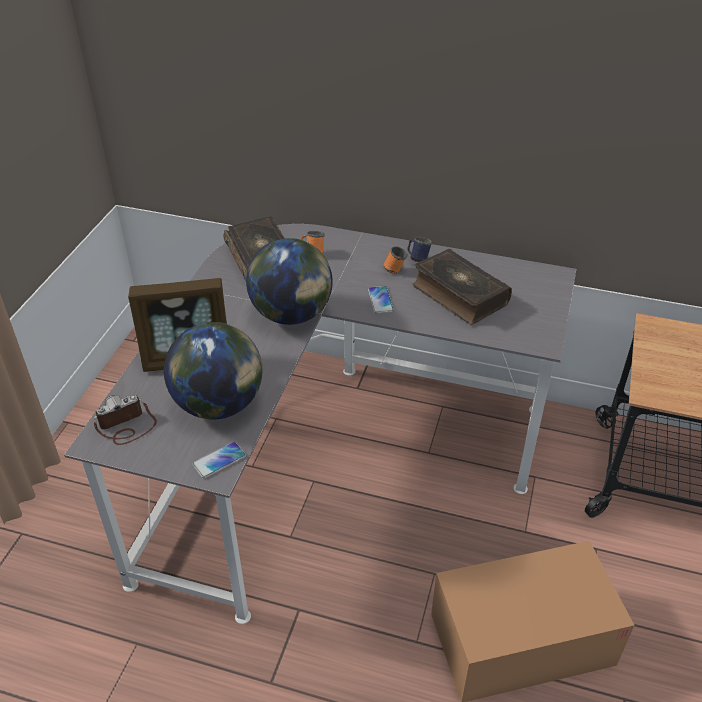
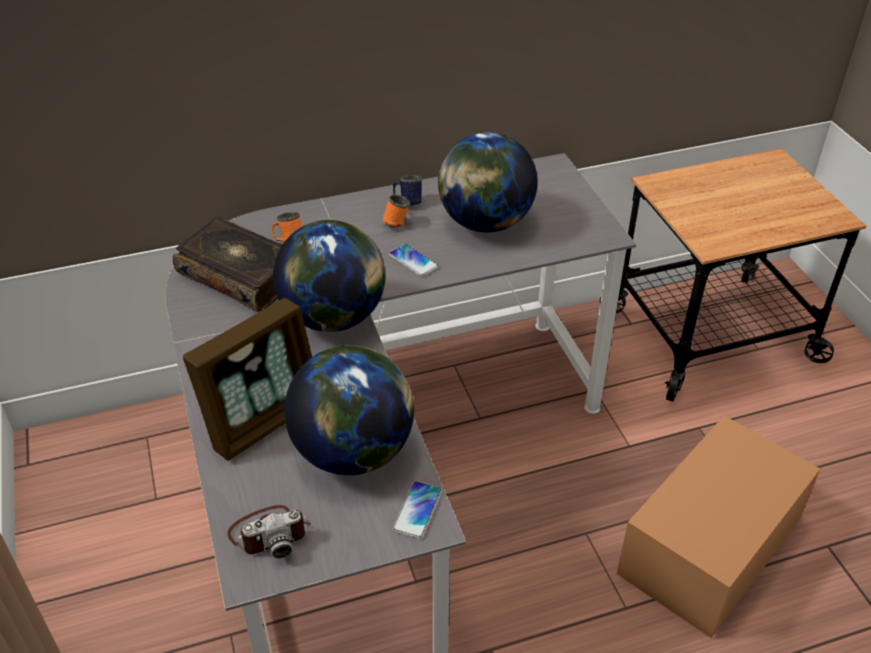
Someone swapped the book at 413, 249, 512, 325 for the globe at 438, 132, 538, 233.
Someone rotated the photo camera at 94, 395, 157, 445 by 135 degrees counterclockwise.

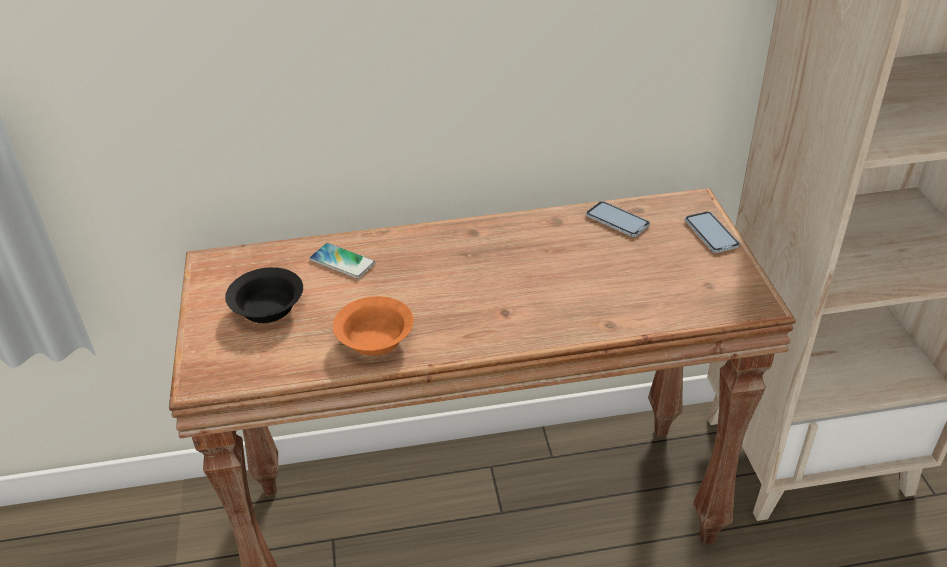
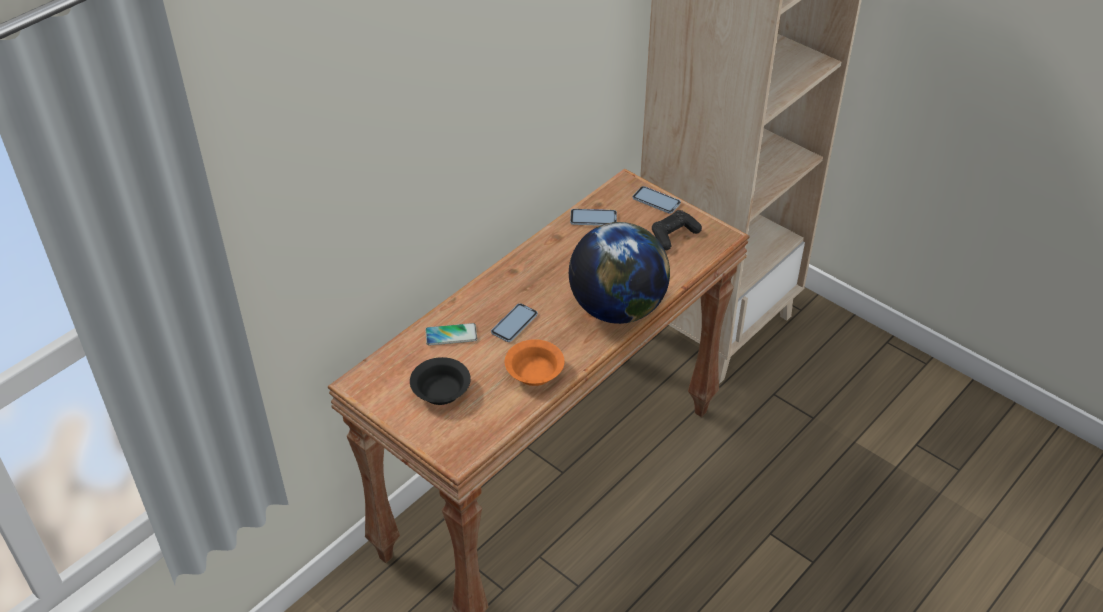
Someone put down the phone at 491, 303, 538, 342.
Someone put down the globe at 569, 222, 670, 324.
Someone put down the game controller (black) at 652, 210, 702, 251.

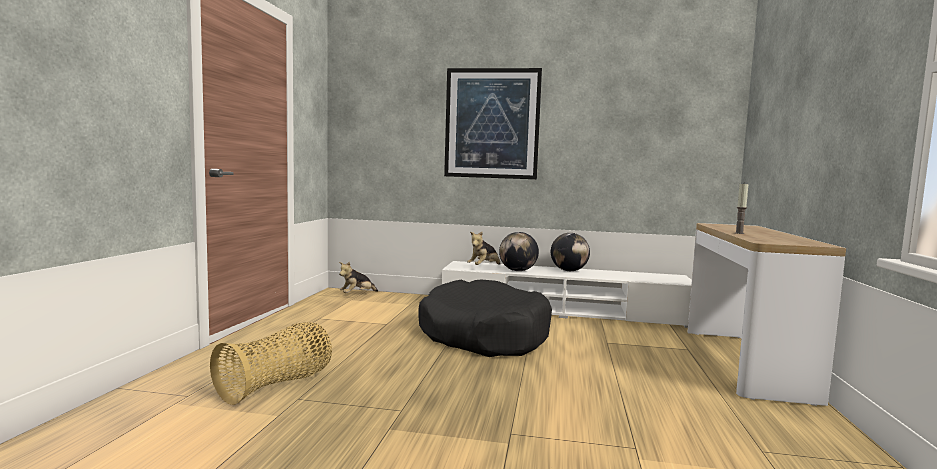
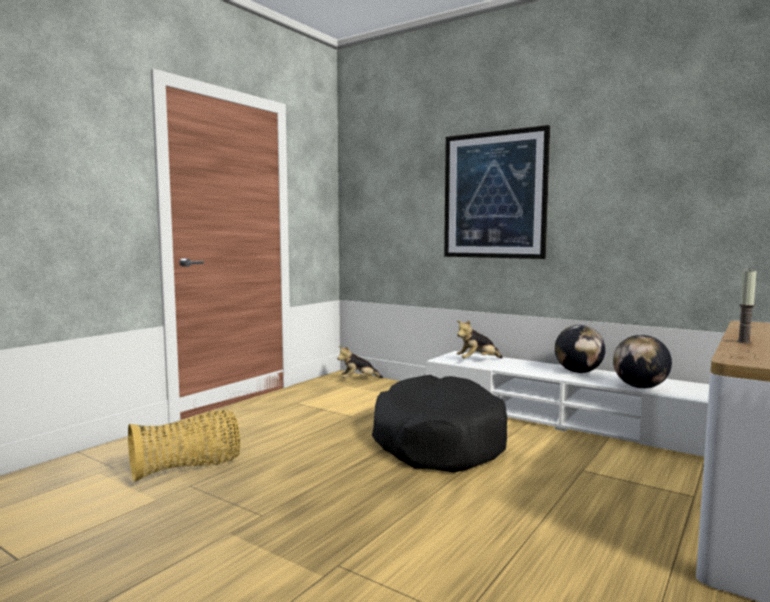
Someone carried the globe from 499, 232, 539, 271 to 613, 335, 672, 388.

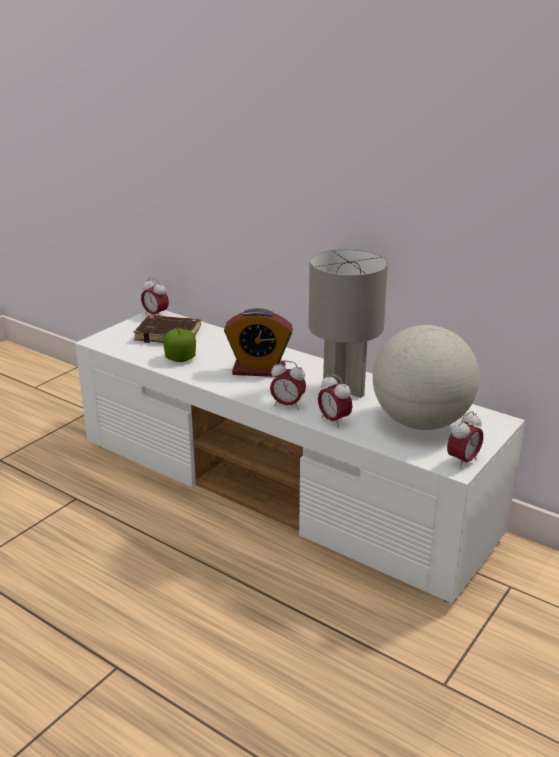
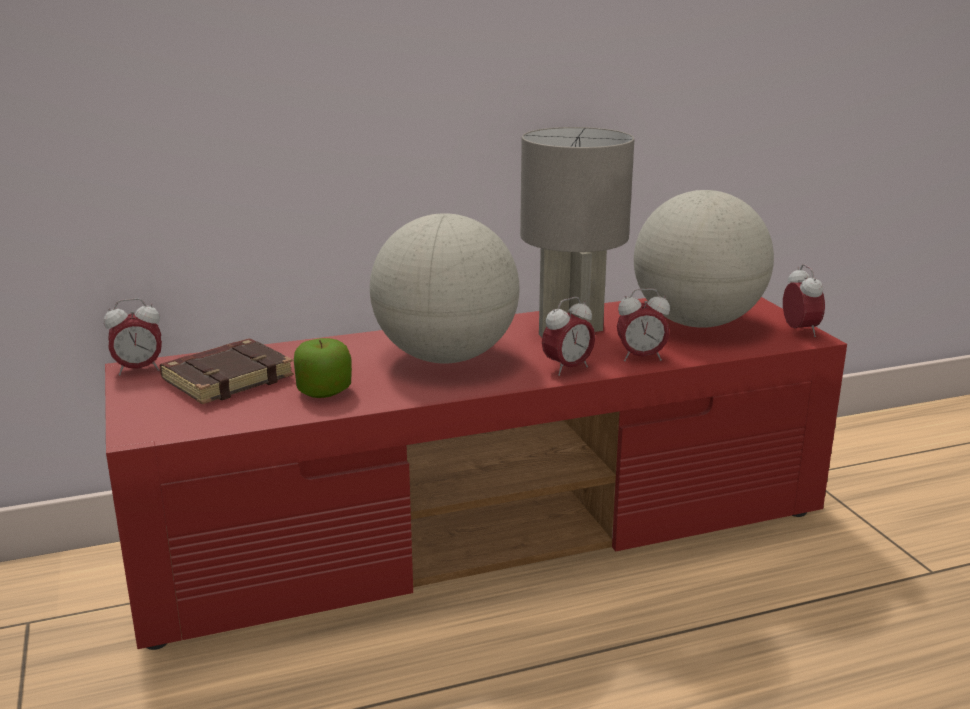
Someone swapped the alarm clock at 224, 308, 293, 377 for the globe at 370, 213, 520, 364.
Someone repainted the tv stand (white) at 75, 310, 525, 603, which became the tv stand (red) at 105, 297, 847, 650.

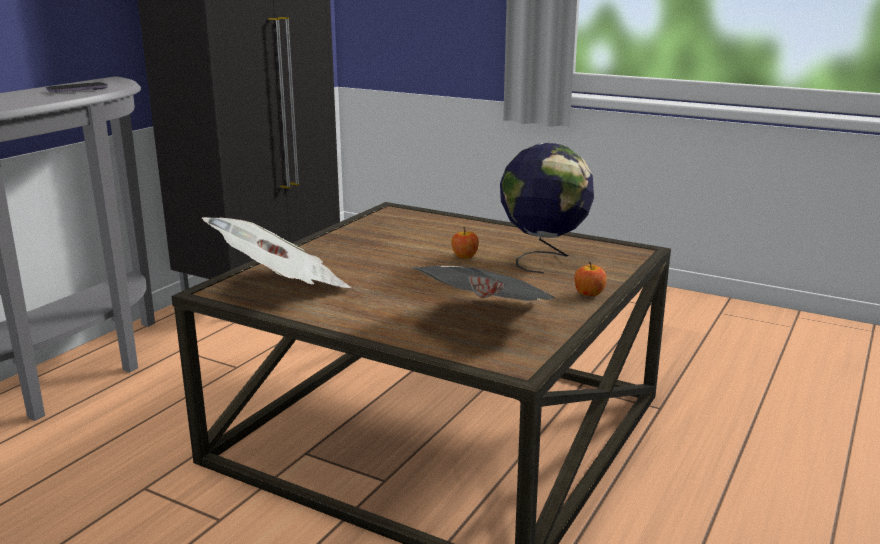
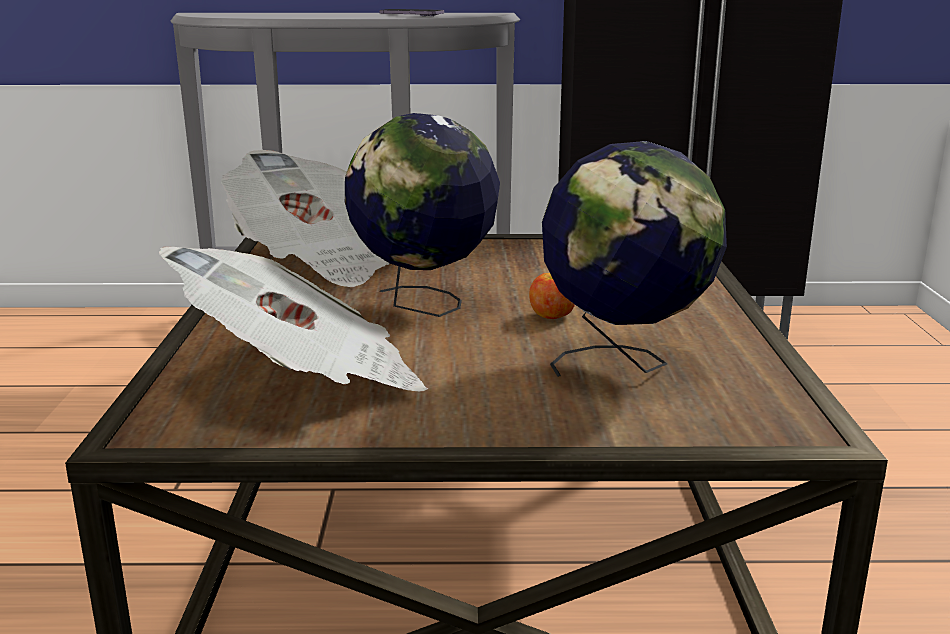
Someone took away the apple at 574, 261, 607, 296.
Someone put down the globe at 345, 113, 500, 317.

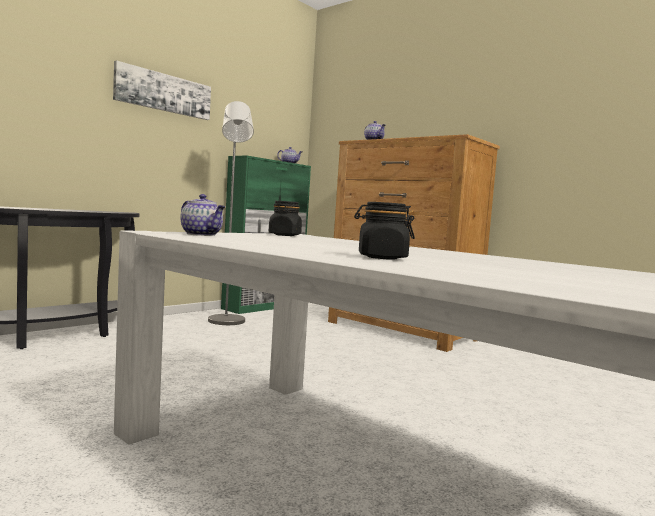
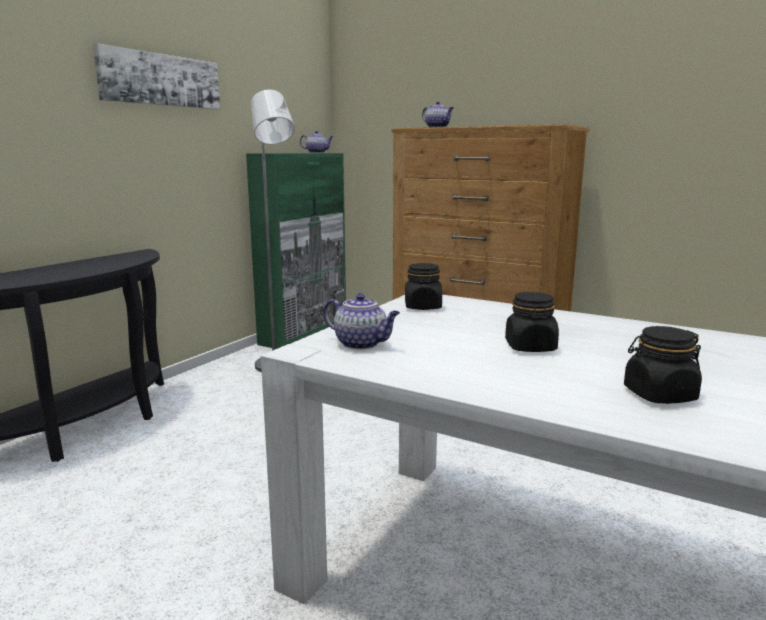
Someone put down the jar (black) at 505, 292, 559, 352.

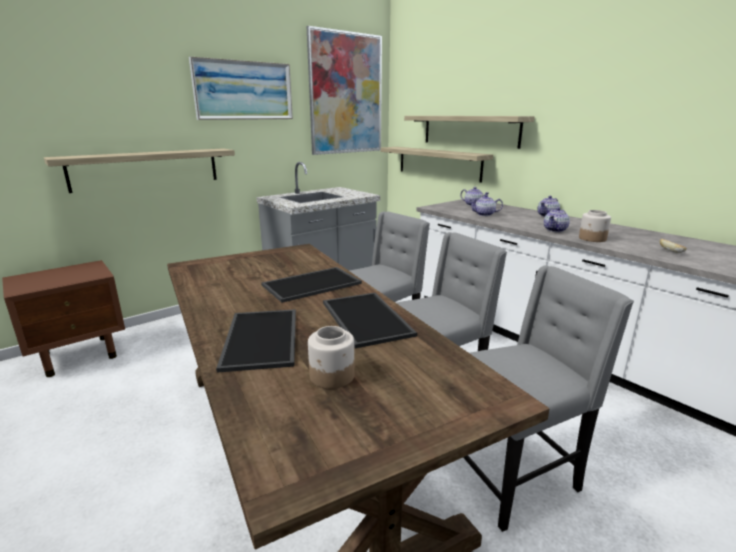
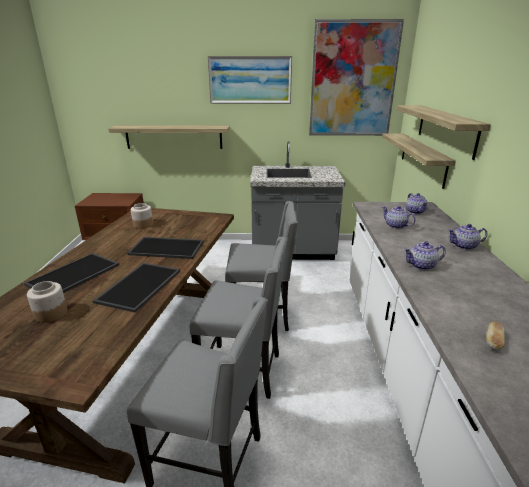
Someone carried the jar from 579, 210, 611, 242 to 131, 203, 153, 229.

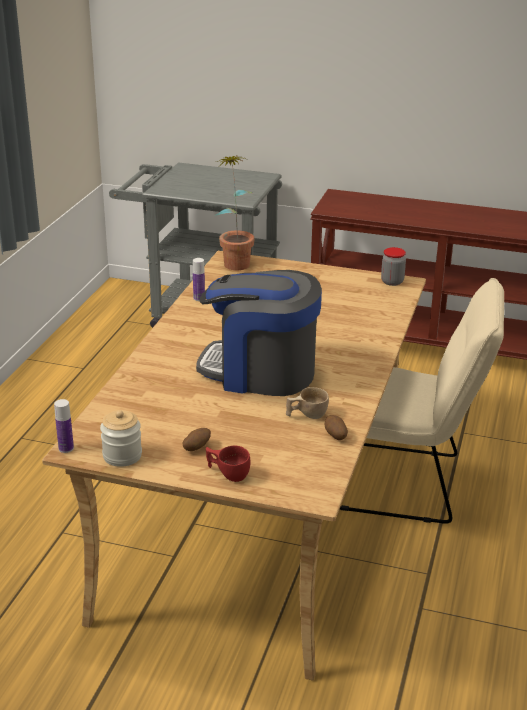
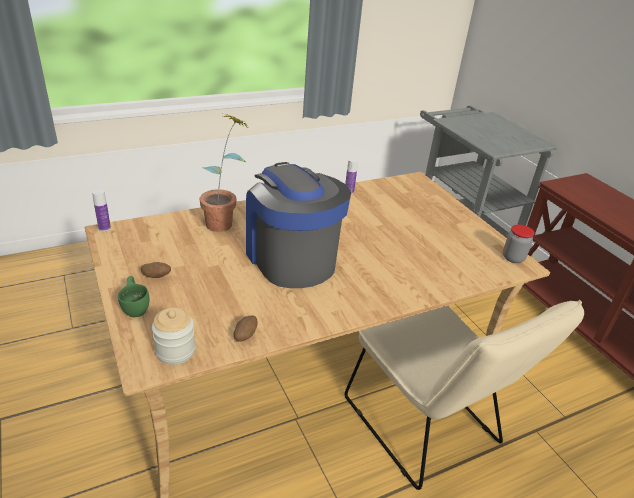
Someone took away the cup (beige) at 286, 387, 329, 419.
Someone carried the jar from 100, 410, 142, 467 to 152, 307, 195, 365.
Someone carried the potted plant from 216, 155, 255, 270 to 199, 114, 248, 232.
Someone repainted the cup (red) at 206, 446, 250, 482, which became the cup (green) at 118, 276, 150, 317.

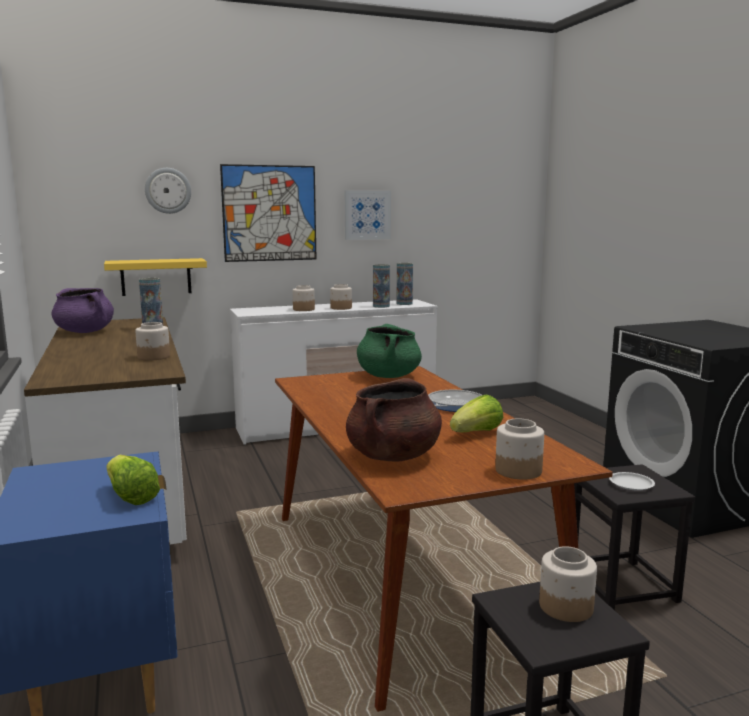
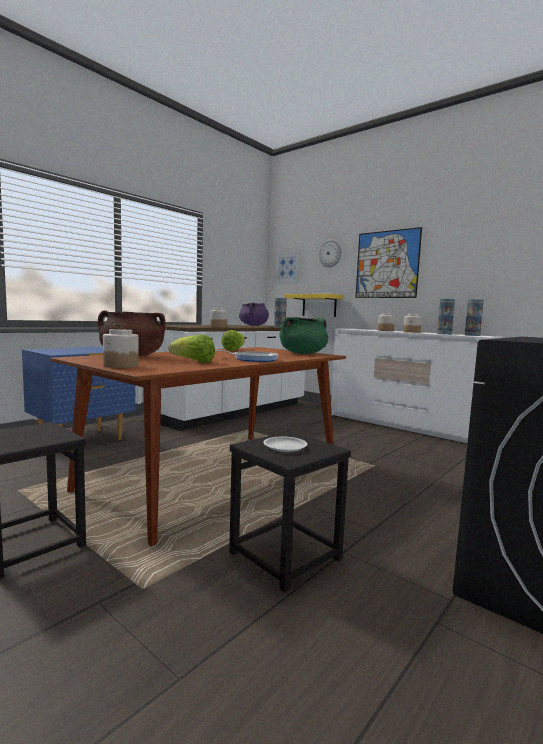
Someone took away the jar at 539, 546, 597, 622.
Someone carried the lettuce from 106, 455, 160, 505 to 221, 330, 245, 351.
Someone carried the picture from 345, 190, 391, 240 to 275, 251, 300, 283.

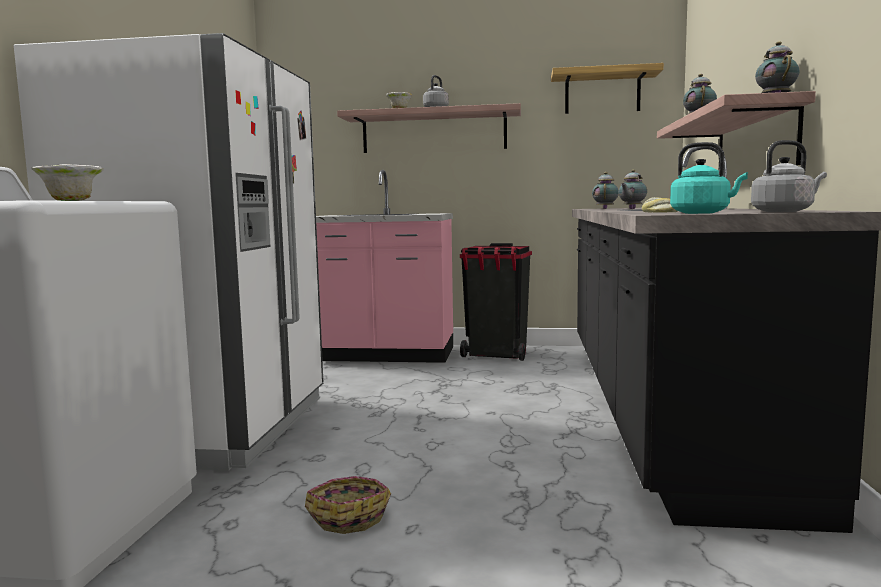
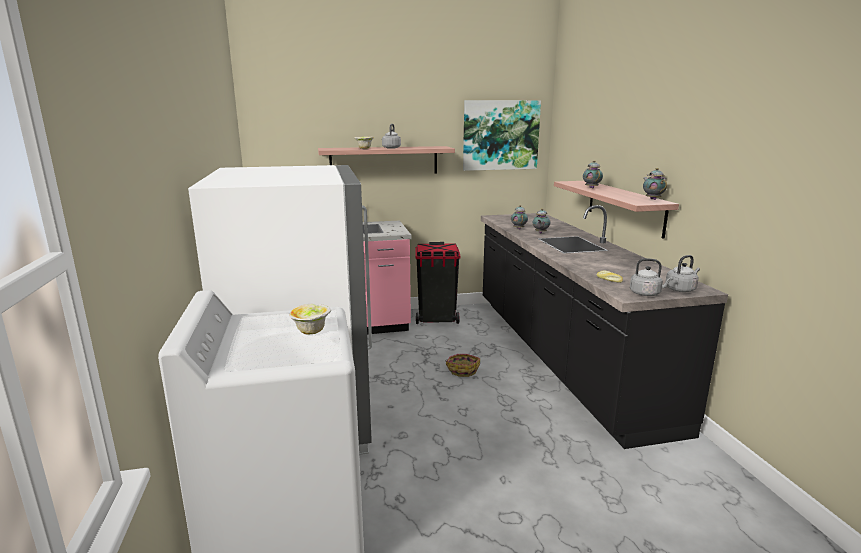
Someone carried the basket from 305, 476, 391, 534 to 445, 354, 480, 377.
Someone swapped the shelf at 551, 63, 664, 114 for the picture at 463, 100, 541, 171.
Someone repainted the kettle (turquoise) at 670, 142, 748, 214, which became the kettle (grey) at 630, 258, 673, 296.

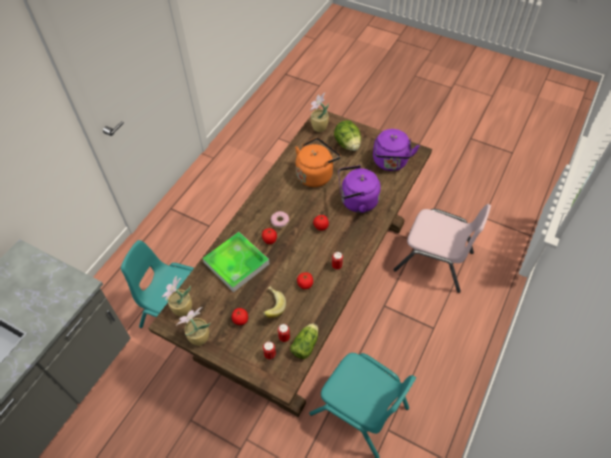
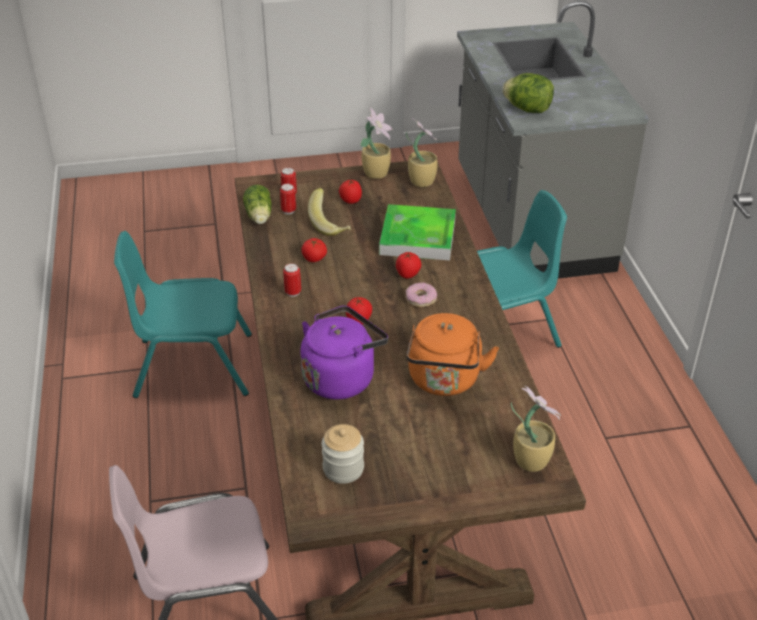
Someone carried the lettuce from 334, 120, 361, 151 to 502, 73, 554, 113.
Someone swapped the kettle (purple) at 373, 129, 420, 171 for the jar at 322, 424, 364, 484.

